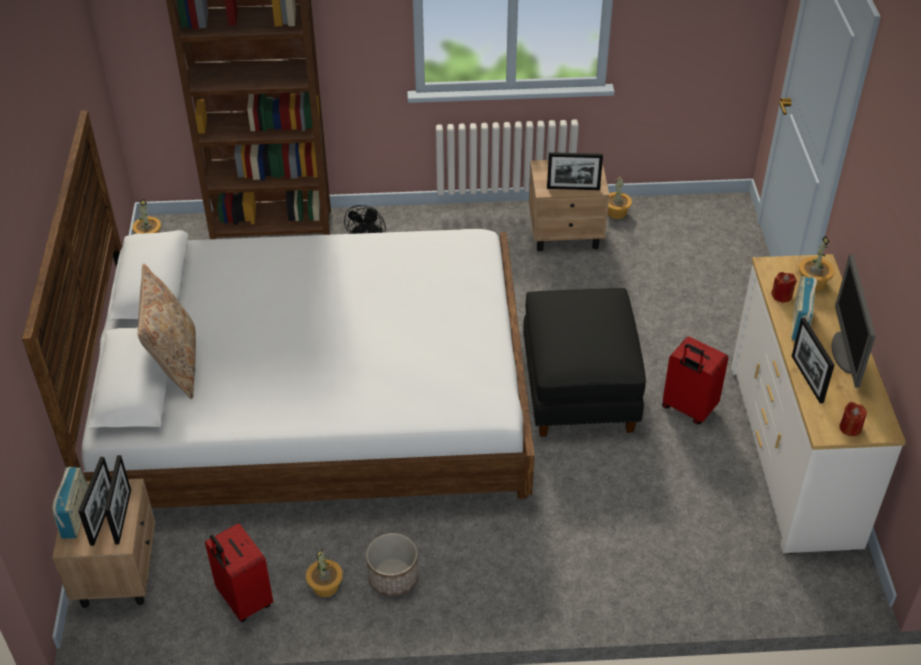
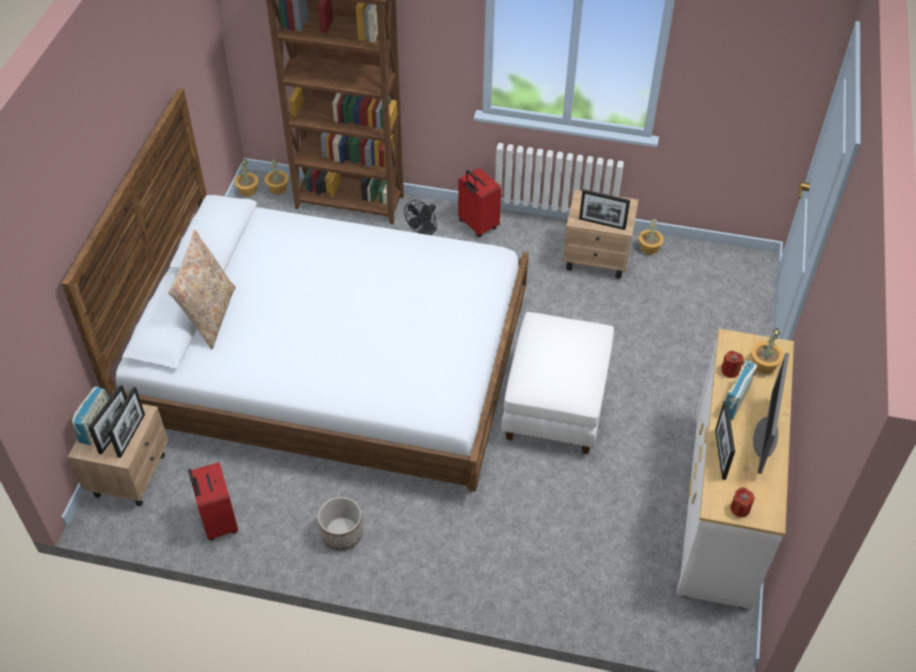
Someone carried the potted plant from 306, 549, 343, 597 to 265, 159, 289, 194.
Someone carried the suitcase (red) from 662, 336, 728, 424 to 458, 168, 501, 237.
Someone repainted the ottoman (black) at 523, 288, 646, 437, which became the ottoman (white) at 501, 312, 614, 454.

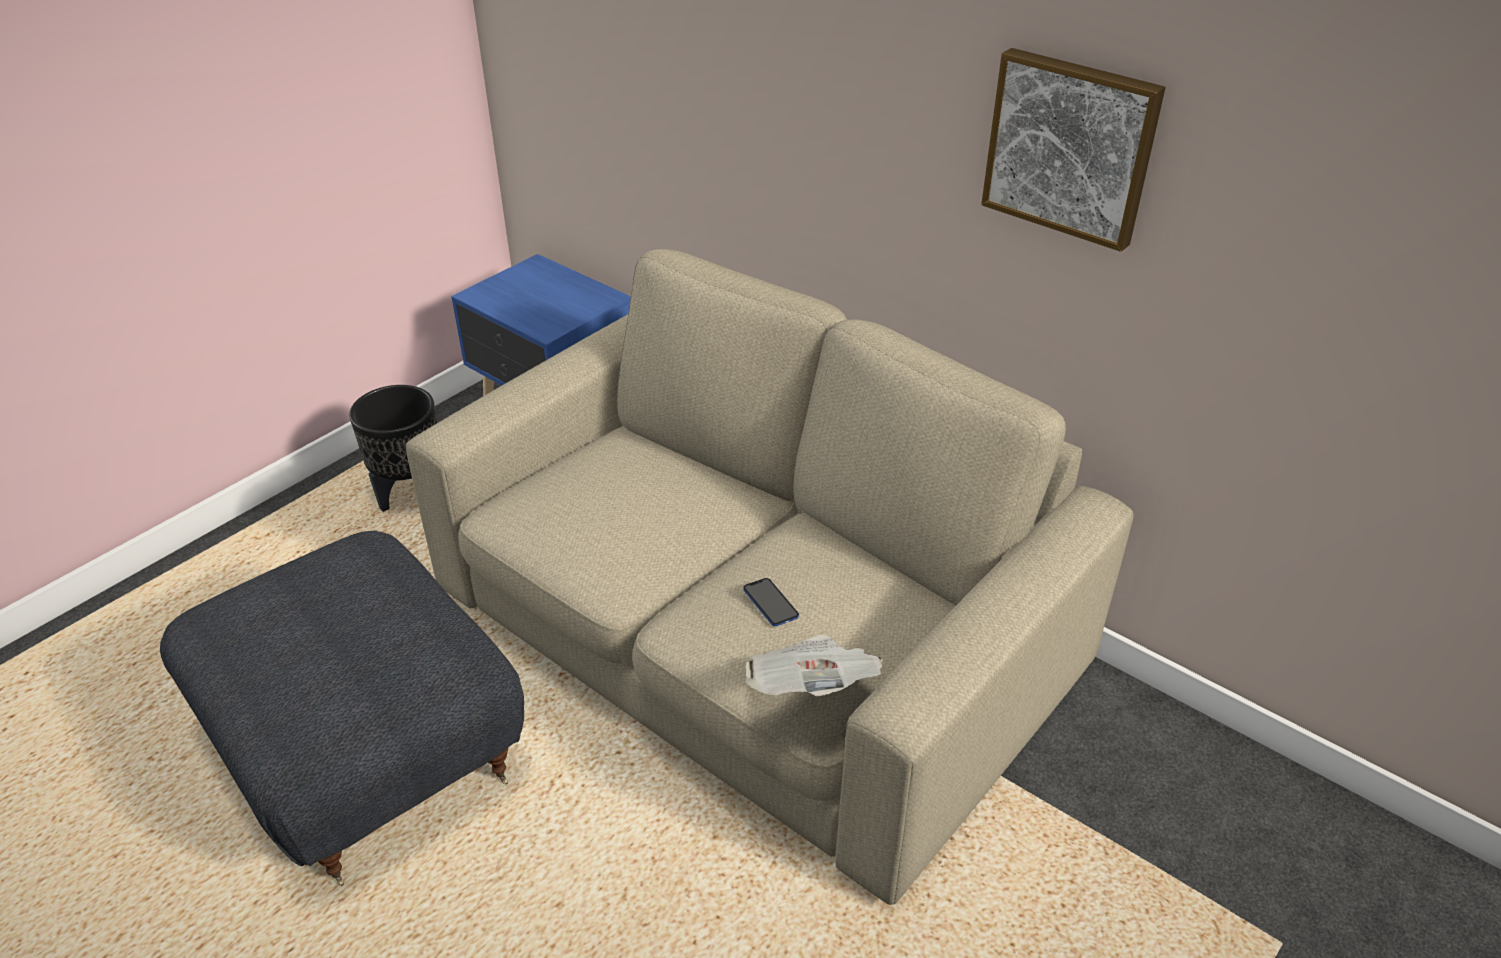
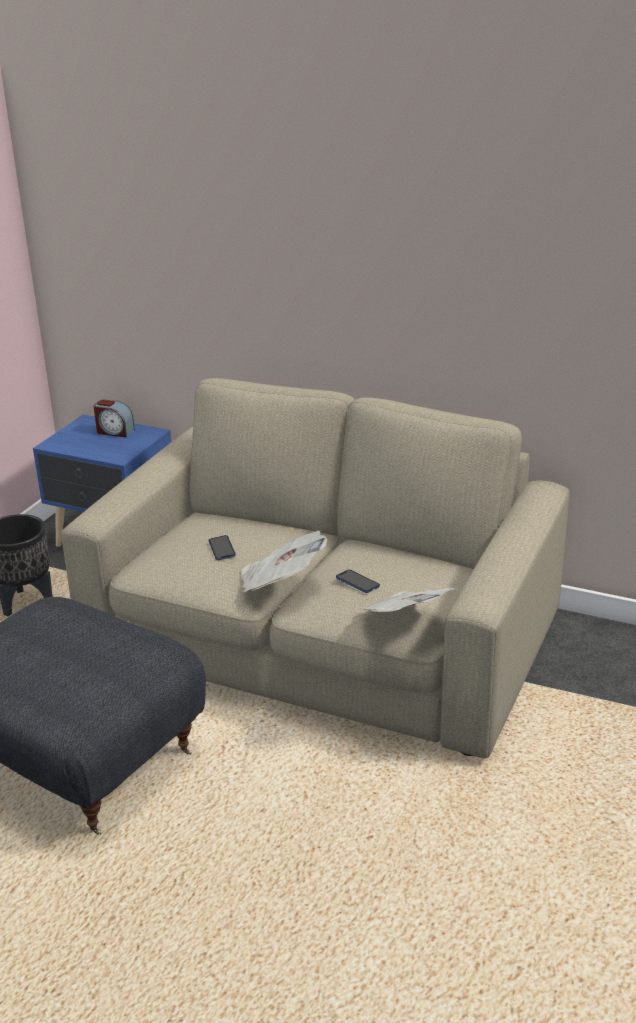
Someone took away the picture at 981, 48, 1166, 252.
Someone put down the alarm clock at 94, 400, 135, 438.
Someone put down the phone at 209, 535, 236, 560.
Someone put down the newspaper at 241, 531, 327, 593.

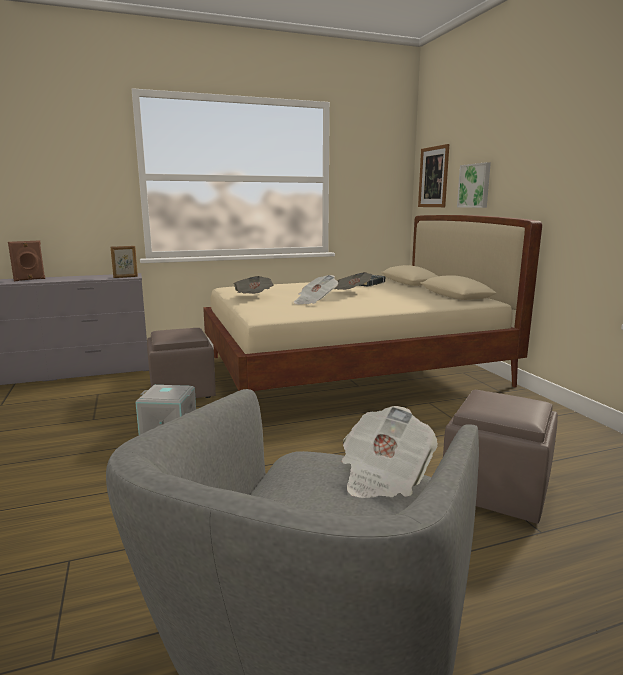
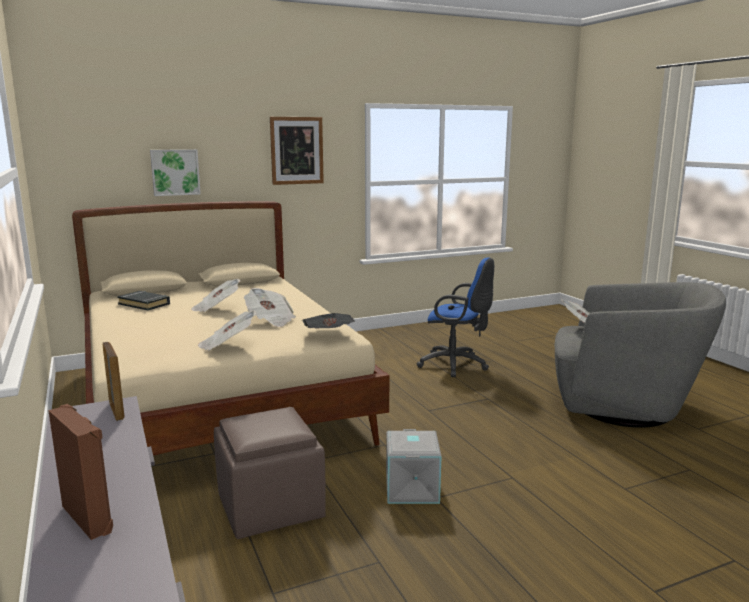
Someone put down the newspaper at 302, 313, 355, 328.
Someone carried the picture from 418, 144, 449, 207 to 270, 117, 324, 185.
Someone swapped the ottoman (brown) at 443, 390, 558, 524 for the office chair (blue) at 417, 257, 494, 377.

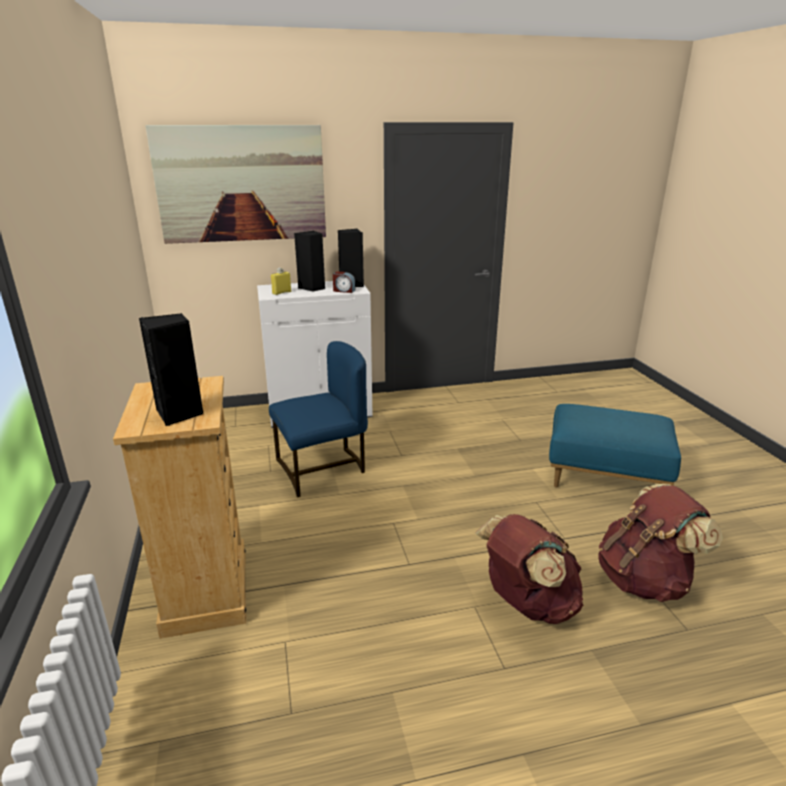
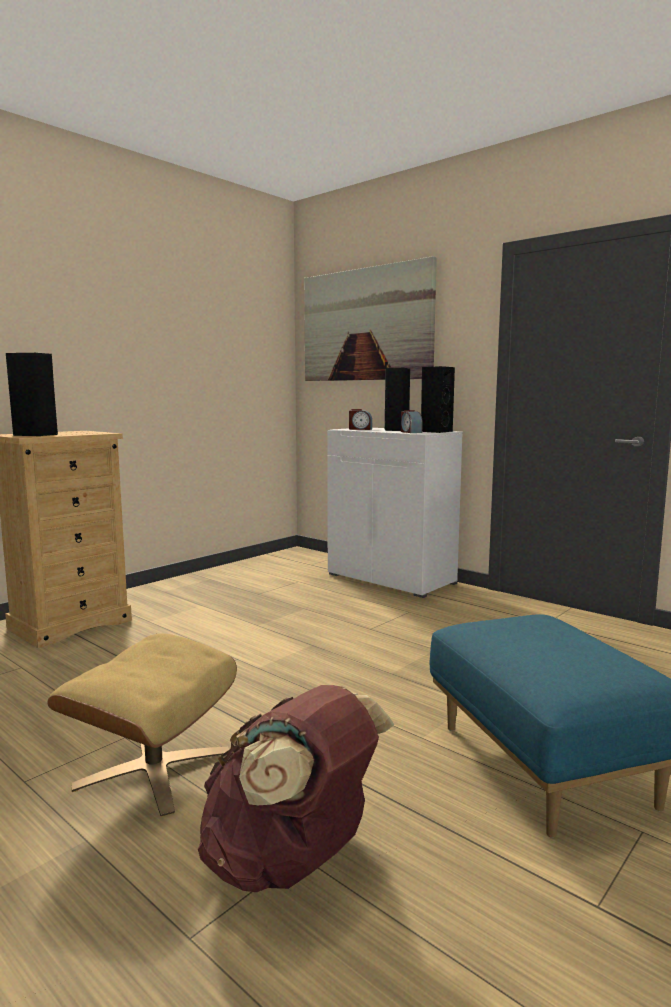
Someone took away the chair (blue) at 269, 341, 368, 497.
Someone swapped the bottle (yellow) at 271, 268, 291, 295 for the alarm clock at 349, 409, 372, 430.
Someone swapped the backpack (brown) at 475, 514, 583, 624 for the ottoman (beige) at 47, 633, 237, 817.

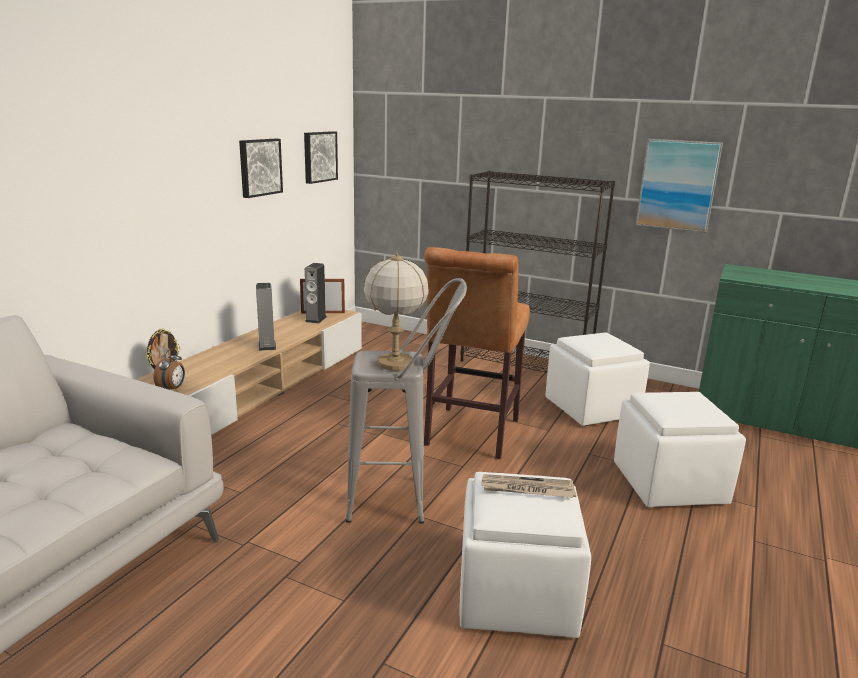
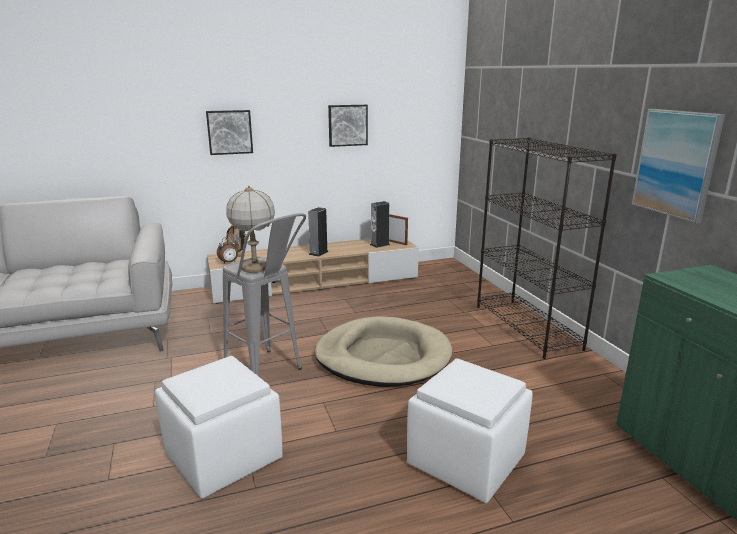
Someone took away the newspaper at 481, 474, 576, 498.
Someone took away the ottoman (white) at 545, 332, 650, 426.
Someone carried the picture from 304, 131, 338, 184 to 206, 110, 253, 155.
Someone swapped the stool (brown) at 424, 247, 530, 459 for the dog bed (beige) at 315, 316, 452, 387.

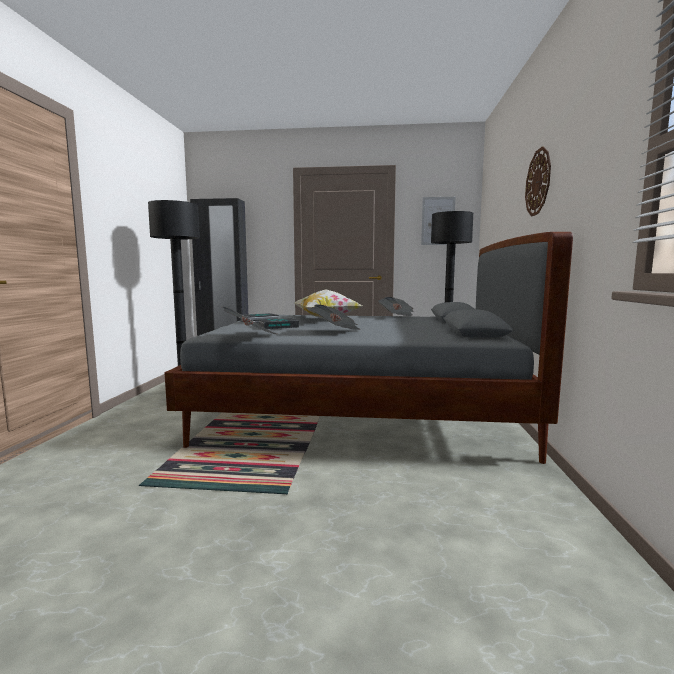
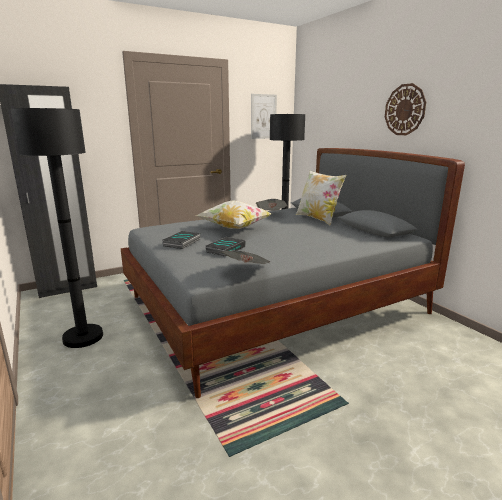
Someone took away the newspaper at 311, 304, 360, 330.
Someone put down the pillow at 296, 170, 346, 226.

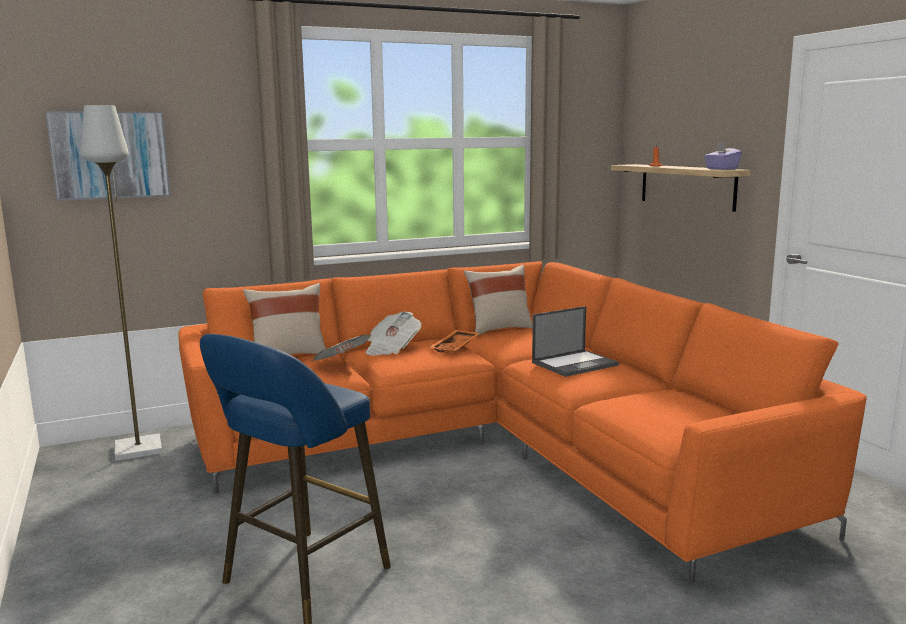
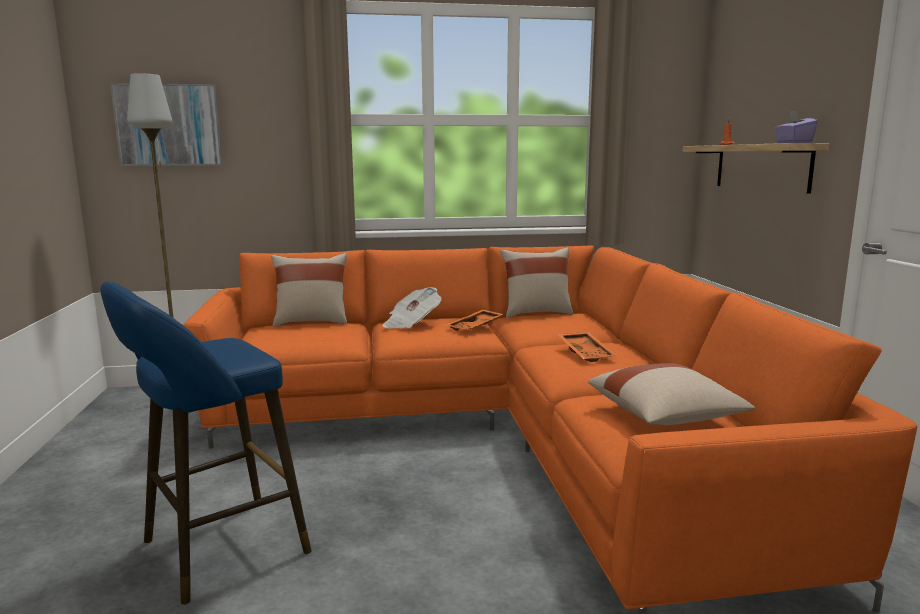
Someone took away the newspaper at 311, 335, 371, 361.
Someone put down the pillow (beige) at 588, 363, 755, 425.
Someone swapped the laptop at 532, 306, 619, 377 for the tray (orange) at 558, 332, 617, 362.

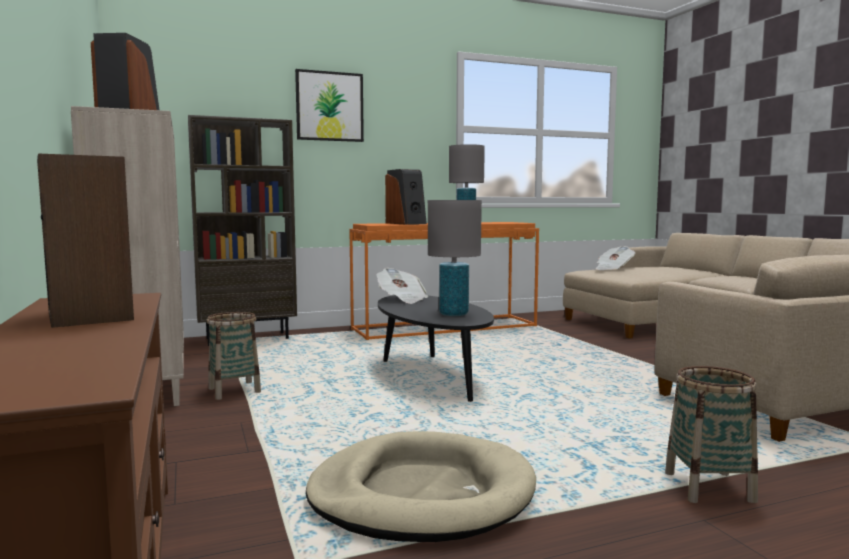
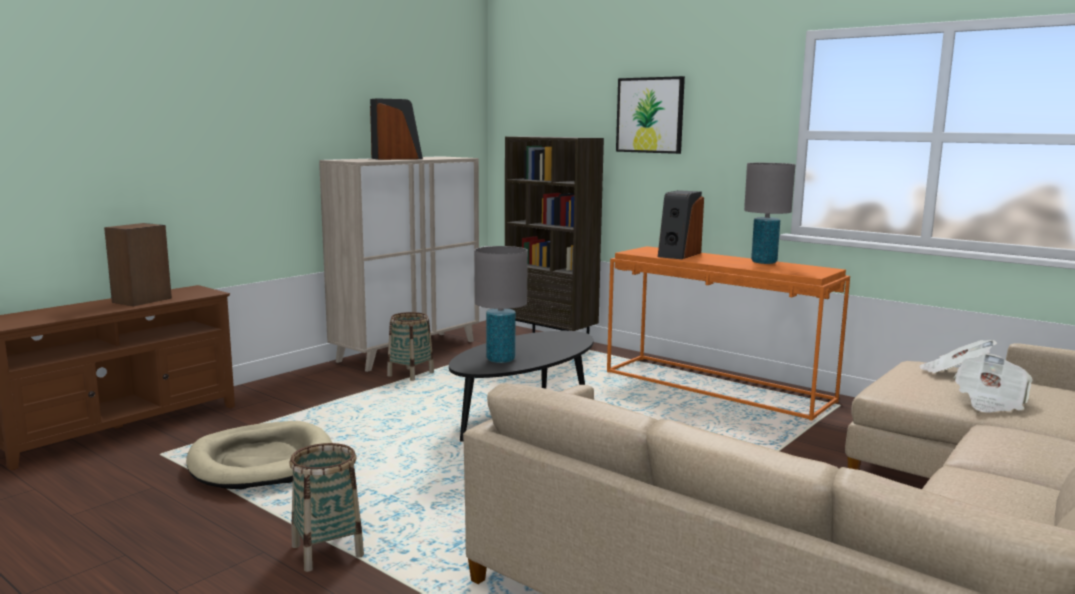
Someone carried the newspaper from 377, 268, 428, 304 to 954, 354, 1033, 413.

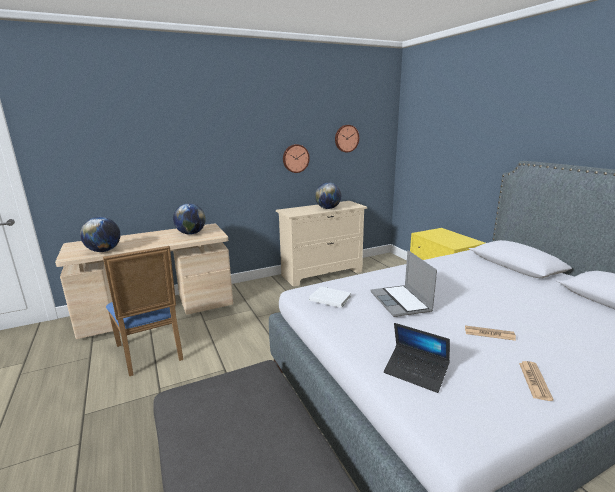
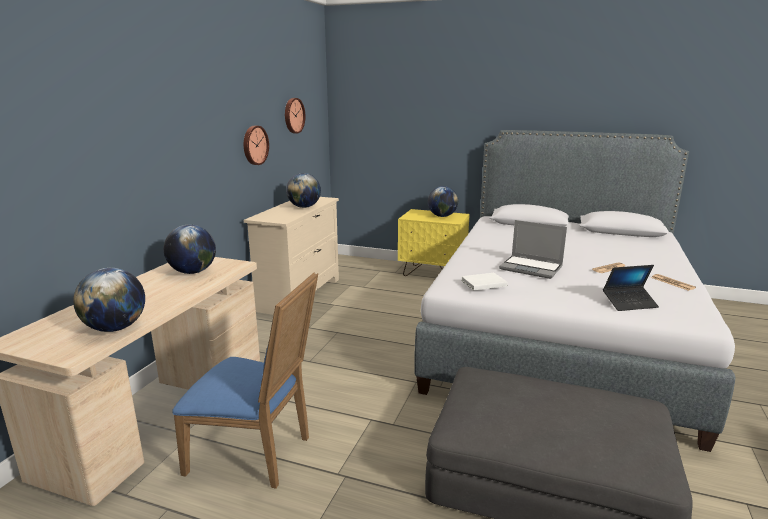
Someone put down the globe at 428, 186, 458, 217.

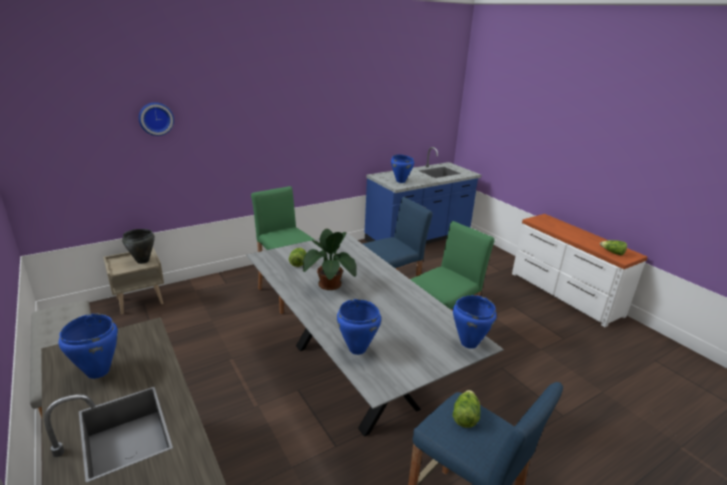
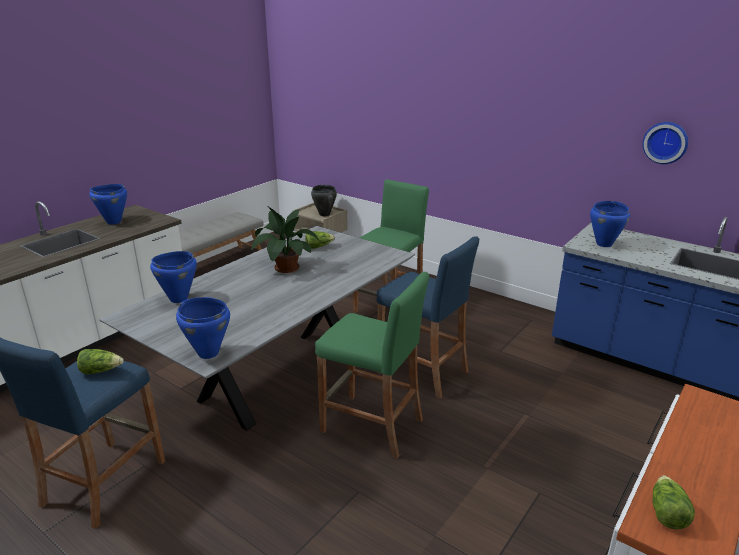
Someone carried the wall clock from 139, 102, 174, 136 to 643, 122, 688, 164.

